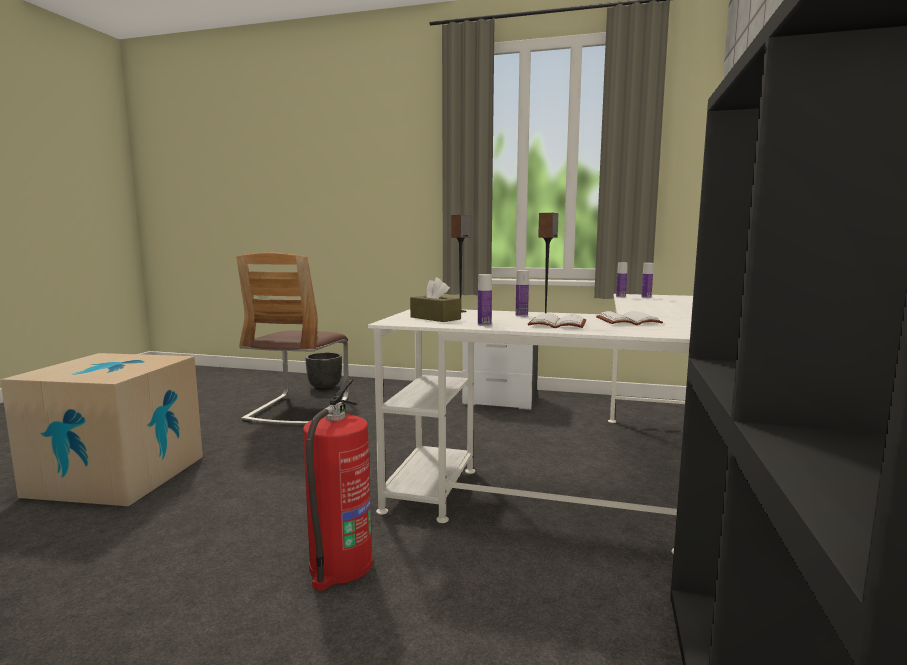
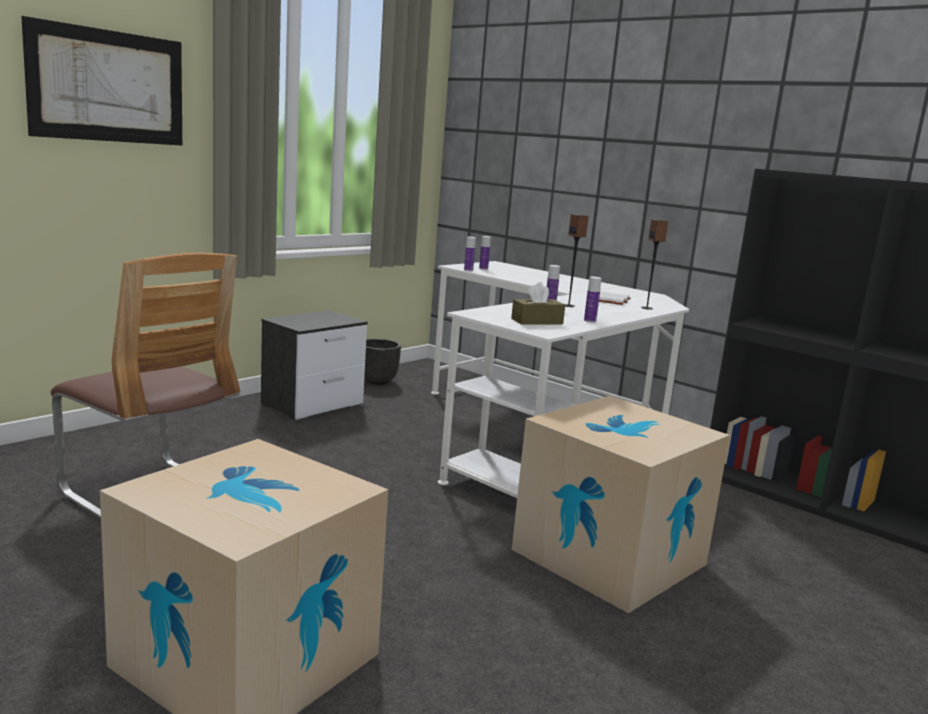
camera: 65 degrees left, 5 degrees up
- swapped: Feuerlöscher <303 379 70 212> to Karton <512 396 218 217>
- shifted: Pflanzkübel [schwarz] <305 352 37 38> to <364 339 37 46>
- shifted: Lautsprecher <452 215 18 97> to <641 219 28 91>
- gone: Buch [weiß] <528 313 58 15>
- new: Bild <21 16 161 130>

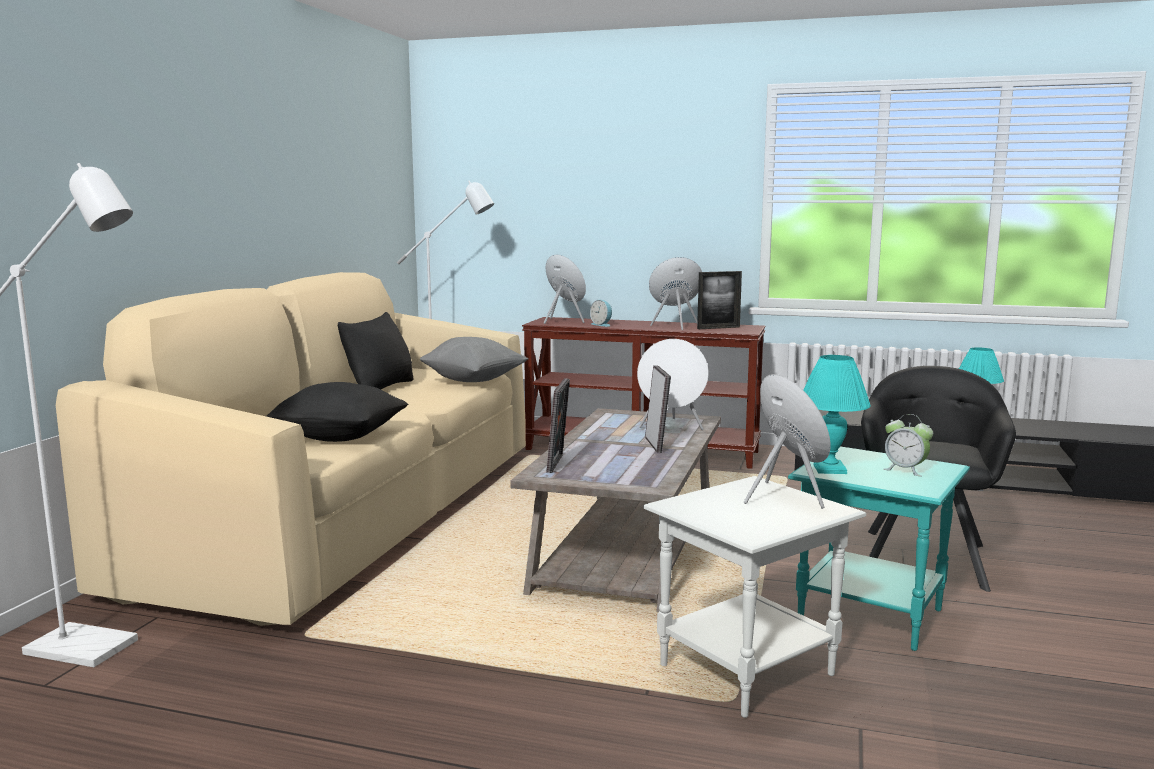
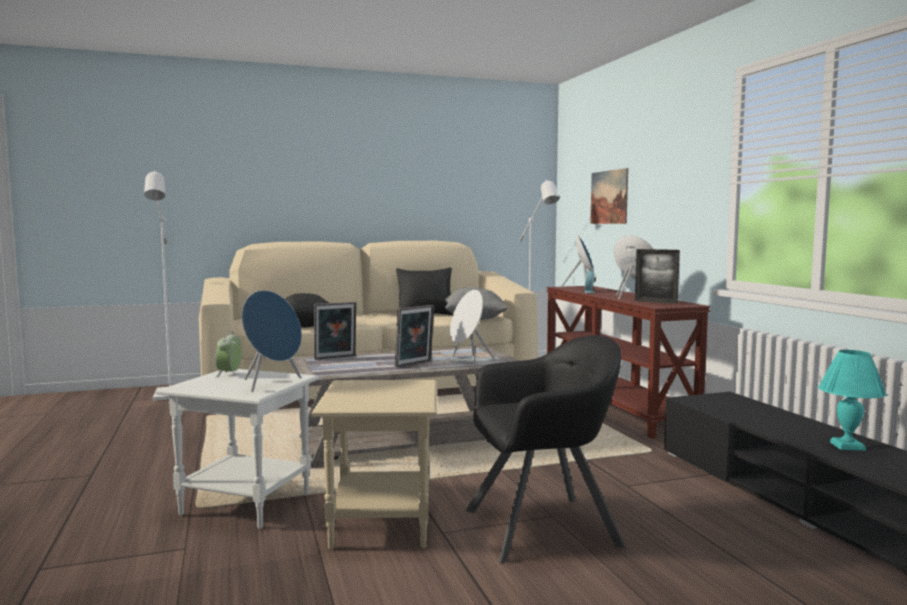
camera: 55 degrees right, 5 degrees down
- repainted: Beistelltisch [türkis] <788 446 182 205> to Beistelltisch [beige] <311 380 126 169>
- gone: Tischlampe [türkis] <803 355 68 119>
- shifted: Wecker <883 414 50 63> to <215 331 27 47>
- new: Bild <590 168 38 56>

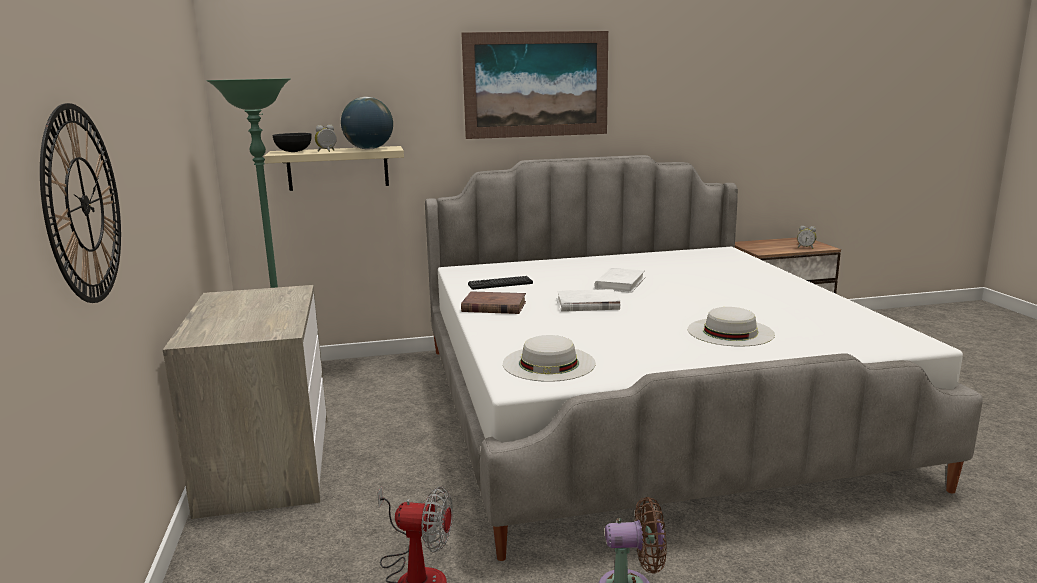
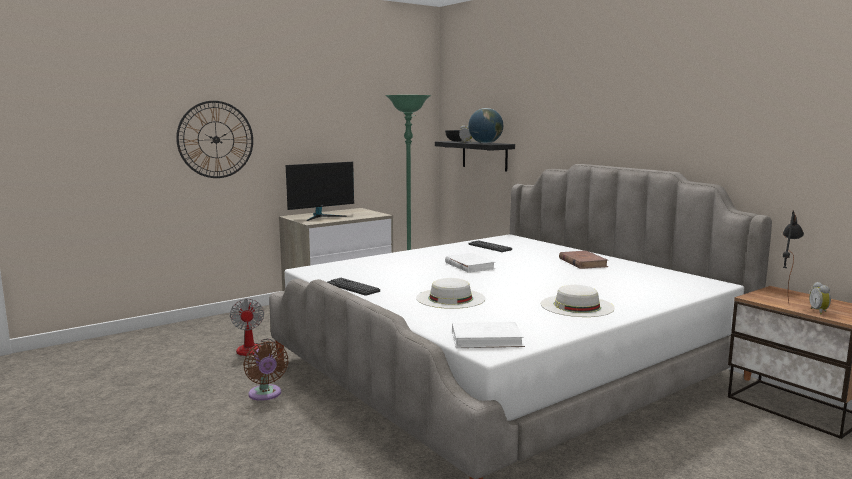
camera: 65 degrees right, 5 degrees down
- repainted: Wandregal [beige] <264 146 140 45> to Wandregal [schwarz] <435 141 80 31>
- gone: Bild <461 31 147 108>
- shifted: Buch [braun] <461 291 65 23> to <559 251 49 18>
- shifted: Hut [weiß] <503 335 93 47> to <541 285 74 32>
- shifted: Buch [weiß] <594 268 51 25> to <452 322 73 26>
- new: Monitor <286 162 68 59>
- new: Tastatur <327 278 53 18>
- new: Tischlampe [schwarz] <783 210 21 93>

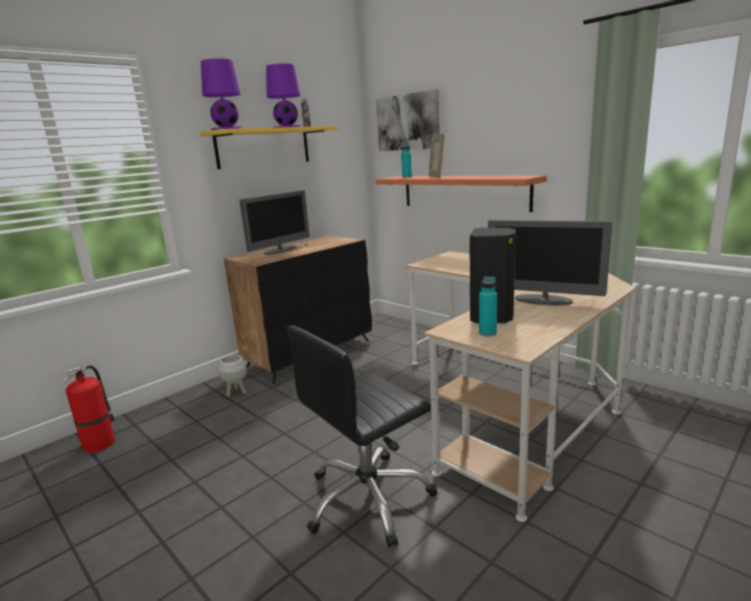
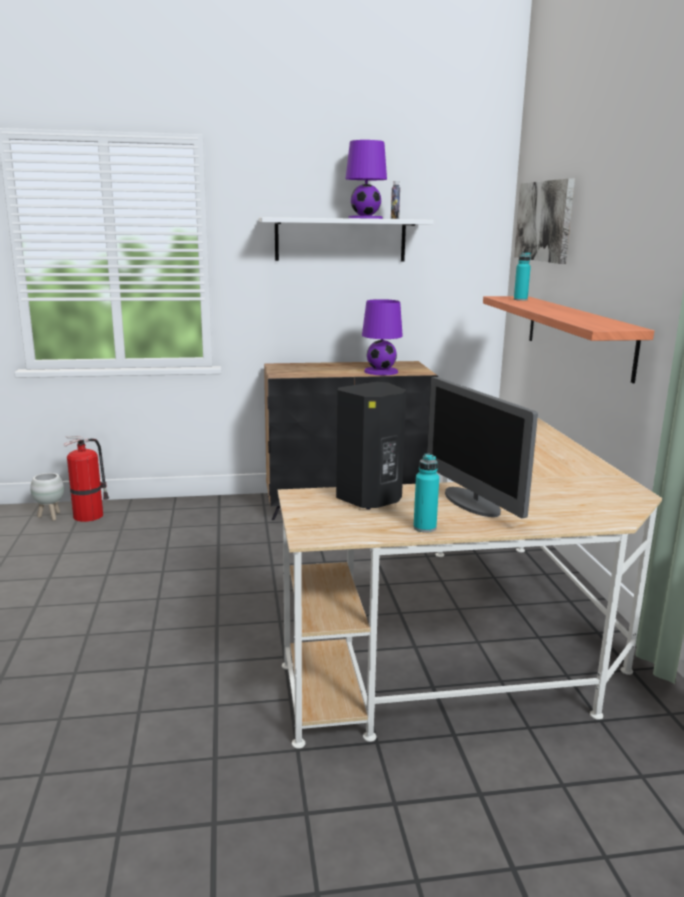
camera: 35 degrees right, 0 degrees up
- repainted: Wandregal [gelb] <199 126 139 43> to Wandregal [weiß] <259 217 175 44>
- shifted: Tischlampe [lila] <201 58 41 72> to <362 299 41 76>
- shifted: Pflanzkübel [weiß] <219 355 28 41> to <30 473 34 48>
- gone: Monitor <239 190 71 65>
- gone: Bürostuhl [schwarz] <287 325 150 223>
- gone: Bilderrahmen <429 134 16 44>
- shifted: Flasche [türkis] <479 276 18 61> to <413 453 26 80>

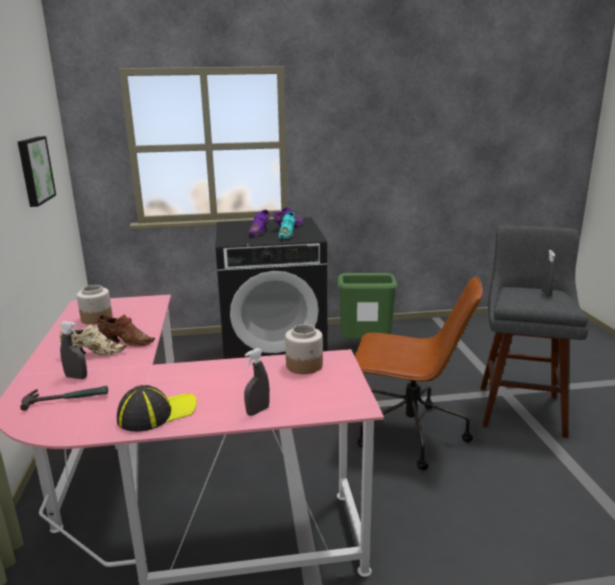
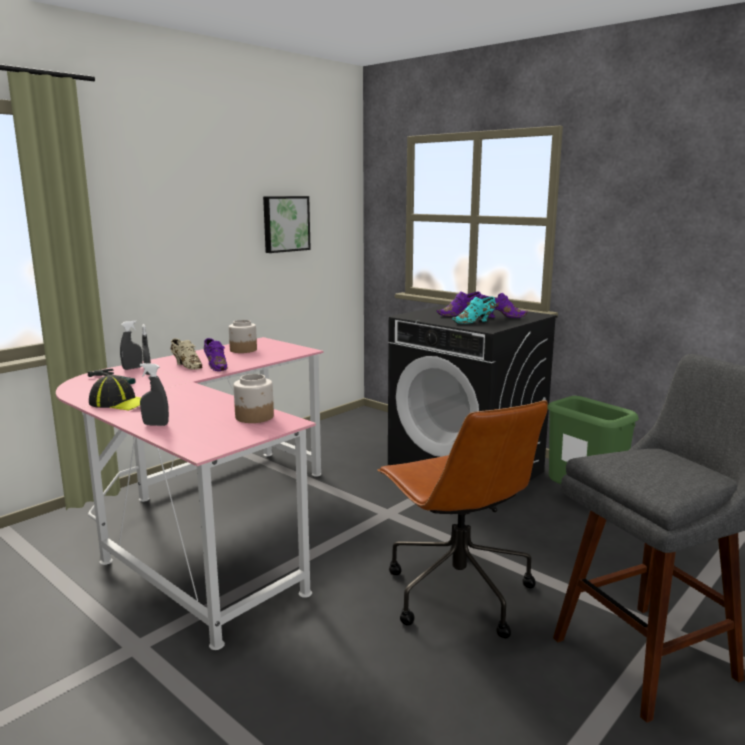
camera: 50 degrees right, 5 degrees down
- repainted: Schuh [braun] <97 315 58 32> to Schuh [lila] <204 338 24 33>
- shifted: Sprühflasche [grau] <541 250 14 47> to <120 321 23 49>

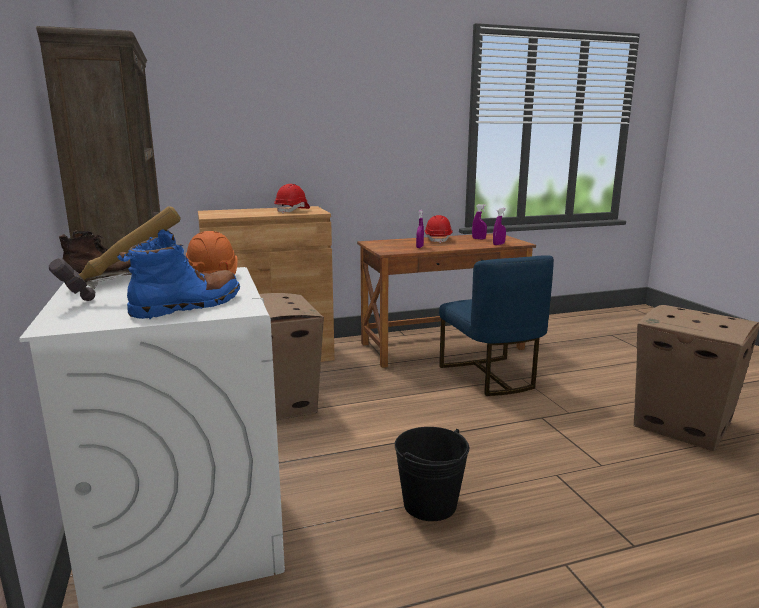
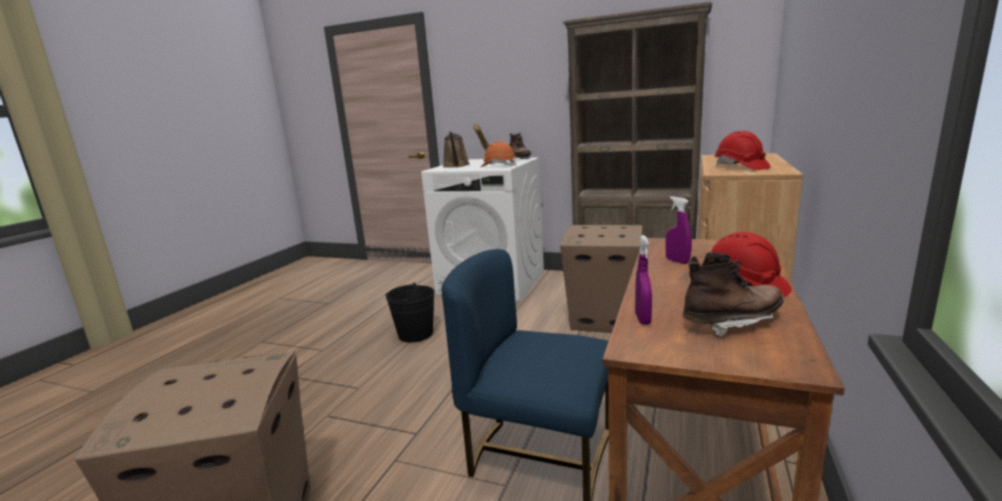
camera: 130 degrees right, 0 degrees up
- swapped: Stiefel [blau] <117 229 123 90> to Gießkanne [braun] <443 132 26 36>
- swapped: Sprühflasche [lila] <472 204 15 36> to Stiefel [braun] <683 252 101 85>

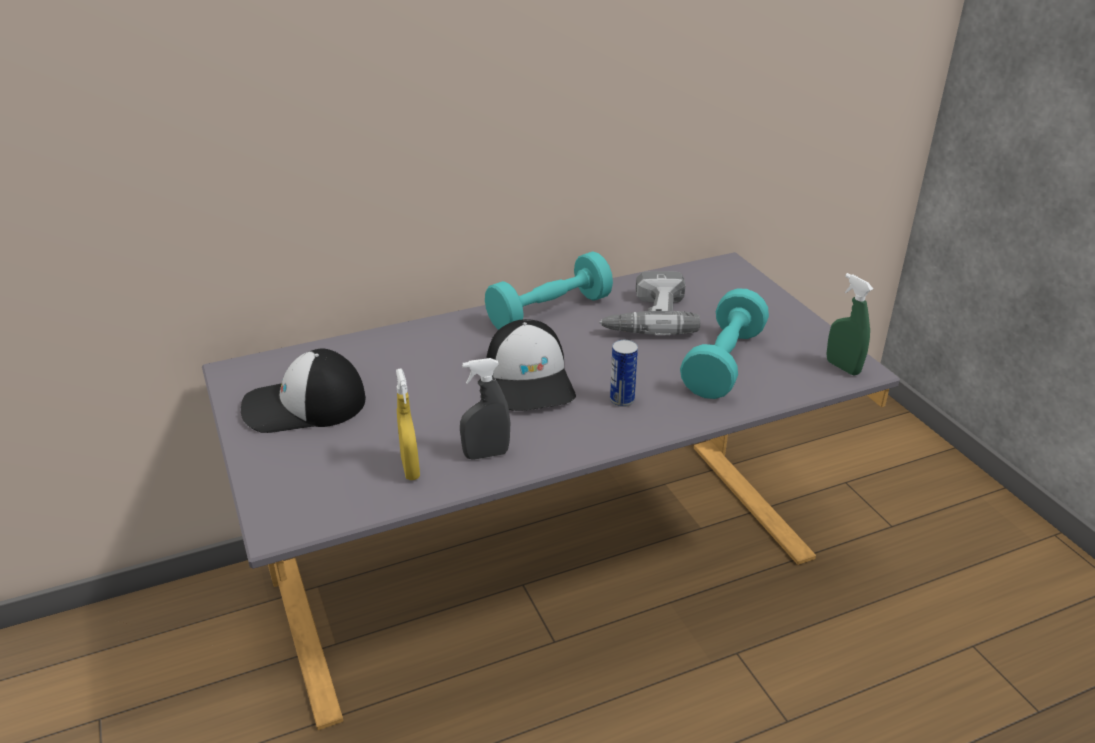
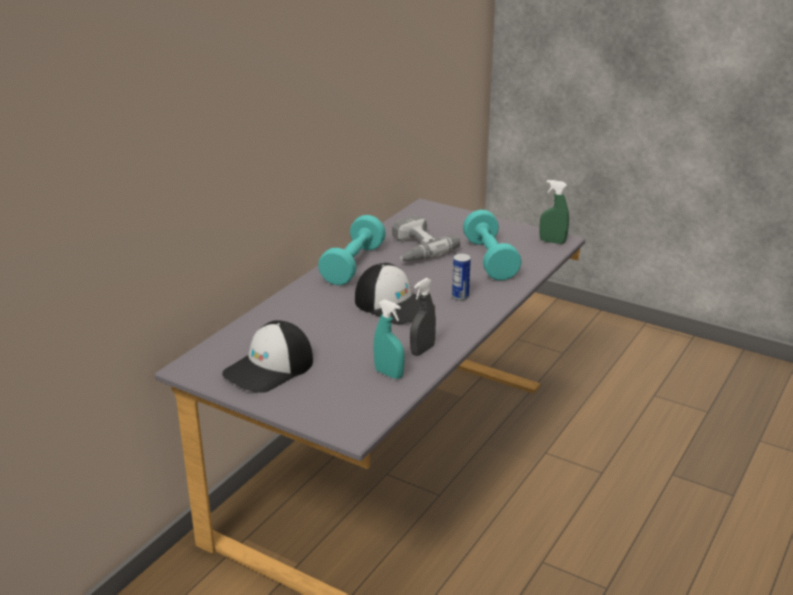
camera: 35 degrees left, 5 degrees down
- repainted: Sprühflasche [gelb] <396 368 24 112> to Sprühflasche [türkis] <373 299 32 80>

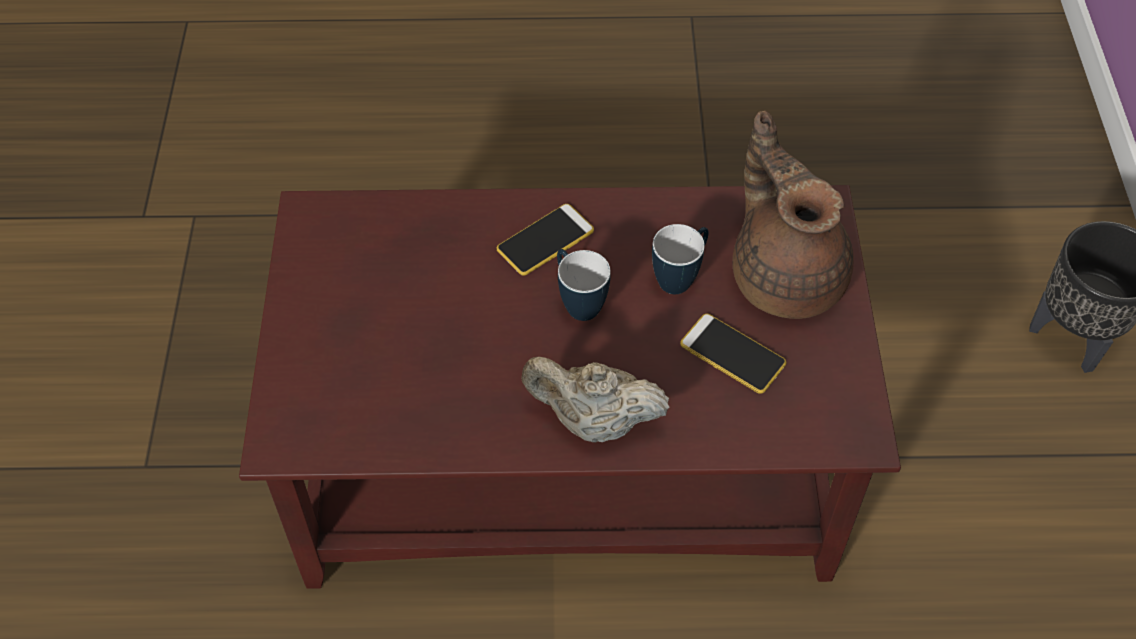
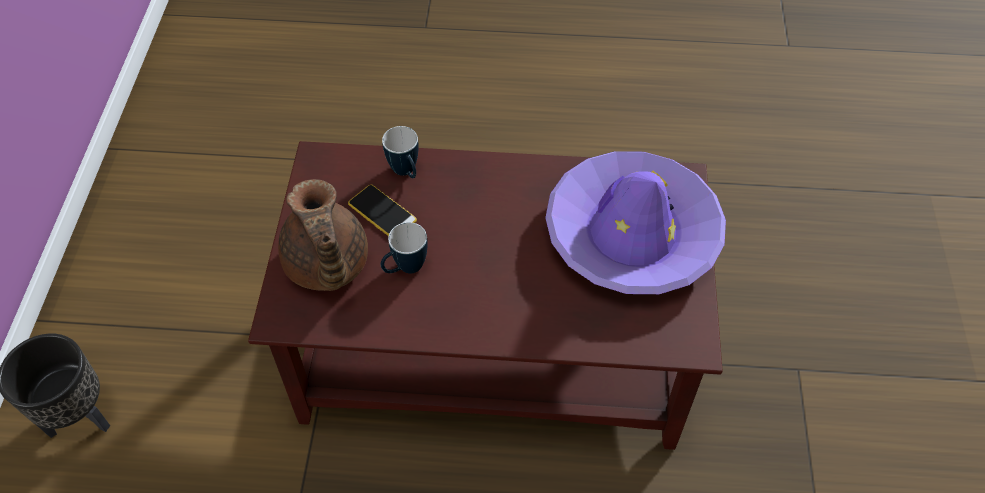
camera: 175 degrees left, 0 degrees up
- gone: Handy <496 204 98 72>
- gone: Teekanne [beige] <521 357 148 85>
- shifted: Henkelbecher <557 249 54 72> to <382 126 37 52>
- new: Hut [lila] <545 151 181 143>

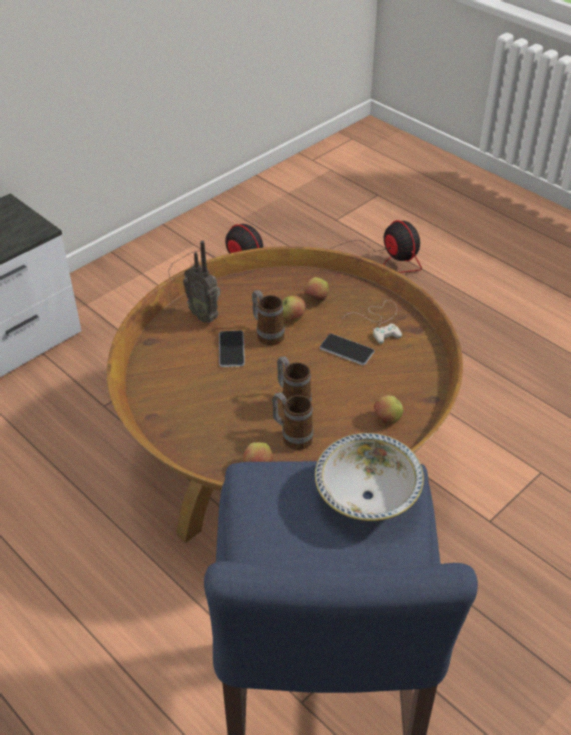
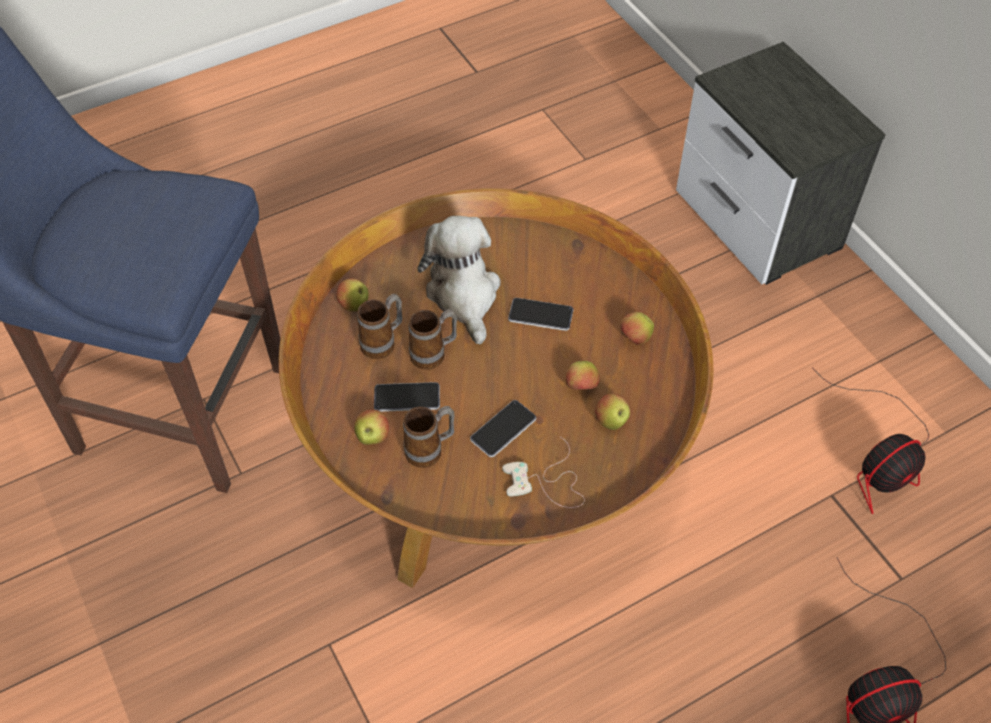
camera: 105 degrees right, 10 degrees up
- gone: Radio <183 241 38 82>
- shifted: Henkelbecher <252 290 33 56> to <403 406 51 62>
- gone: Schüssel <315 433 109 88>
- new: Handy <374 382 66 30>
- new: Plüschtier <417 216 84 128>
- new: Apfel <620 312 34 33>

